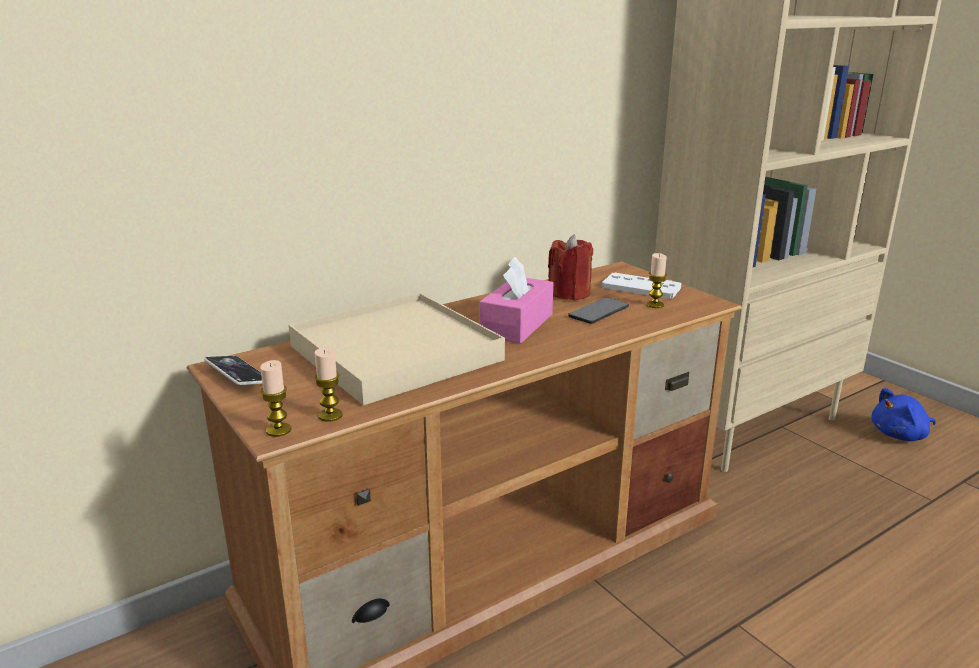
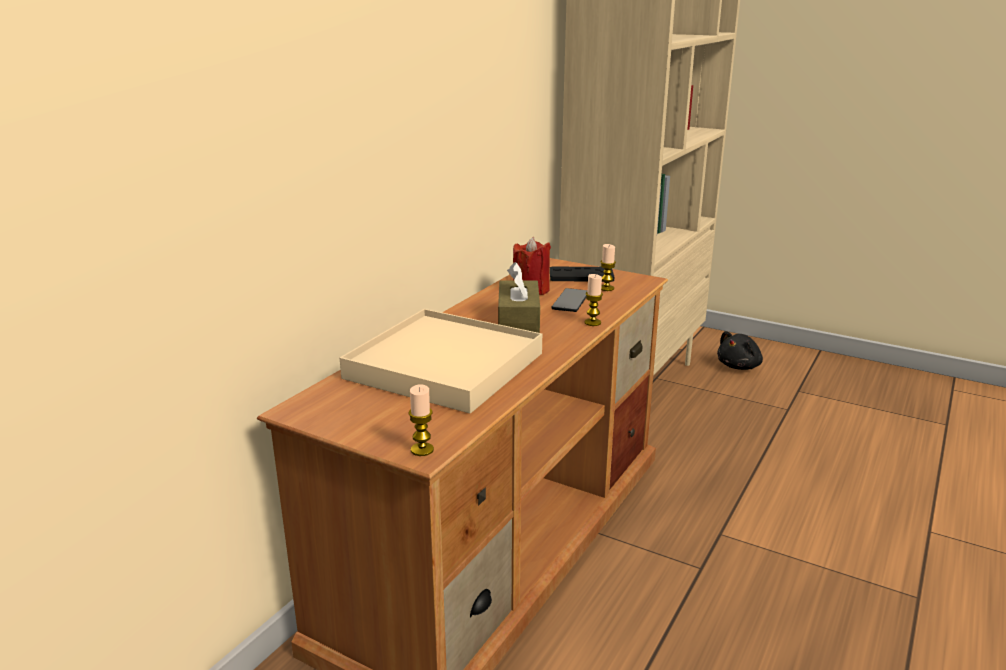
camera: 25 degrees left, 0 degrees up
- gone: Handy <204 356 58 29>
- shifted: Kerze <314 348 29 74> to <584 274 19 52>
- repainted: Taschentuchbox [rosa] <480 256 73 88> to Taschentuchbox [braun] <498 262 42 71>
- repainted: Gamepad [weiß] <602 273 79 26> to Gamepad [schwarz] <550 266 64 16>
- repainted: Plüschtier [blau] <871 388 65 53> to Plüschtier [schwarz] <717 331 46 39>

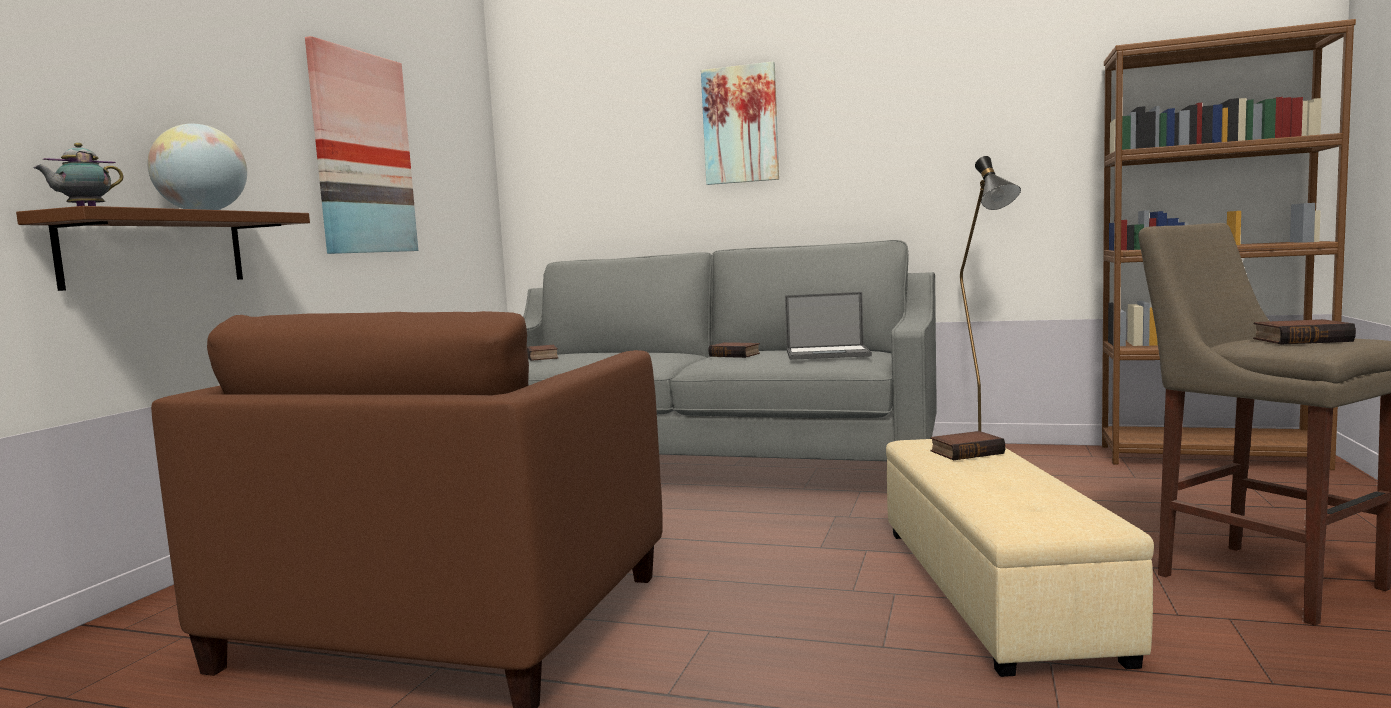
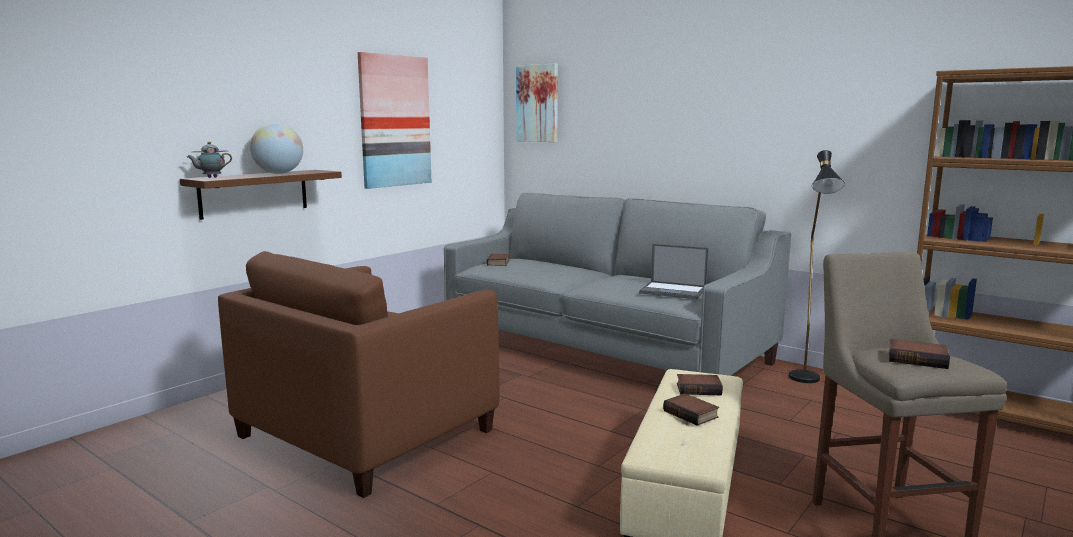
camera: 20 degrees right, 5 degrees up
- shifted: Bild <701 61 78 124> to <516 63 42 79>
- shifted: Buch <708 342 52 16> to <663 393 56 33>

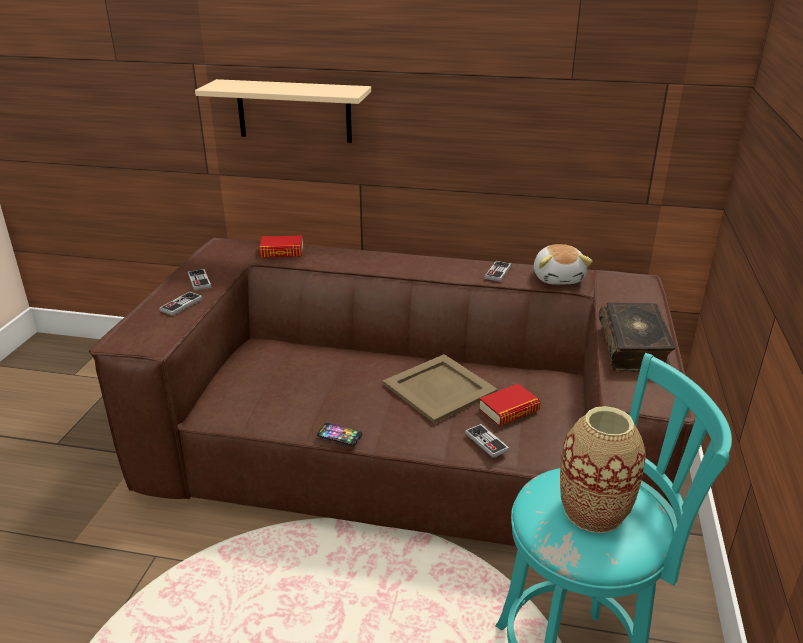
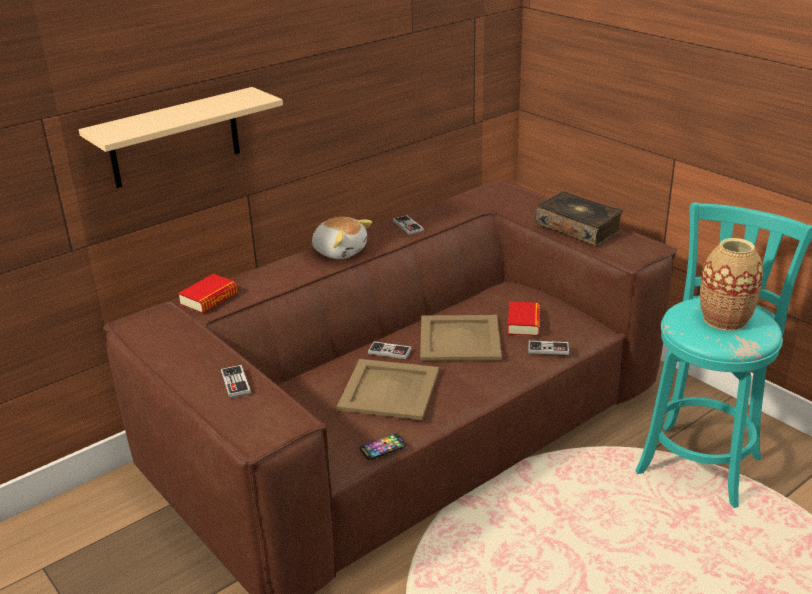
camera: 50 degrees left, 0 degrees up
- shifted: Gamepad <188 269 23 22> to <368 341 44 18>
- shifted: Handy <317 423 45 23> to <359 433 47 27>
- shifted: Plüschtier <534 244 58 41> to <312 217 60 42>
- new: Tablett [beige] <337 359 102 61>

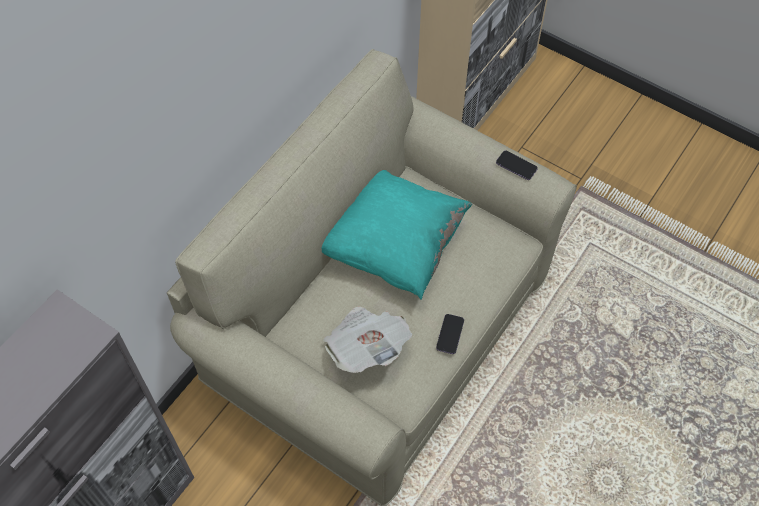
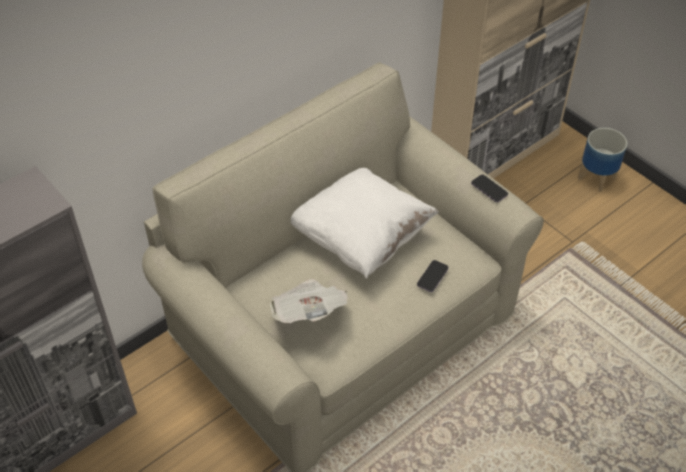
camera: 15 degrees right, 10 degrees down
- repainted: Kissen [türkis] <322 170 150 129> to Kissen [weiß] <291 168 148 110>
- shifted: Handy <436 314 28 40> to <417 260 32 32>
- new: Pflanzkübel <578 128 49 64>

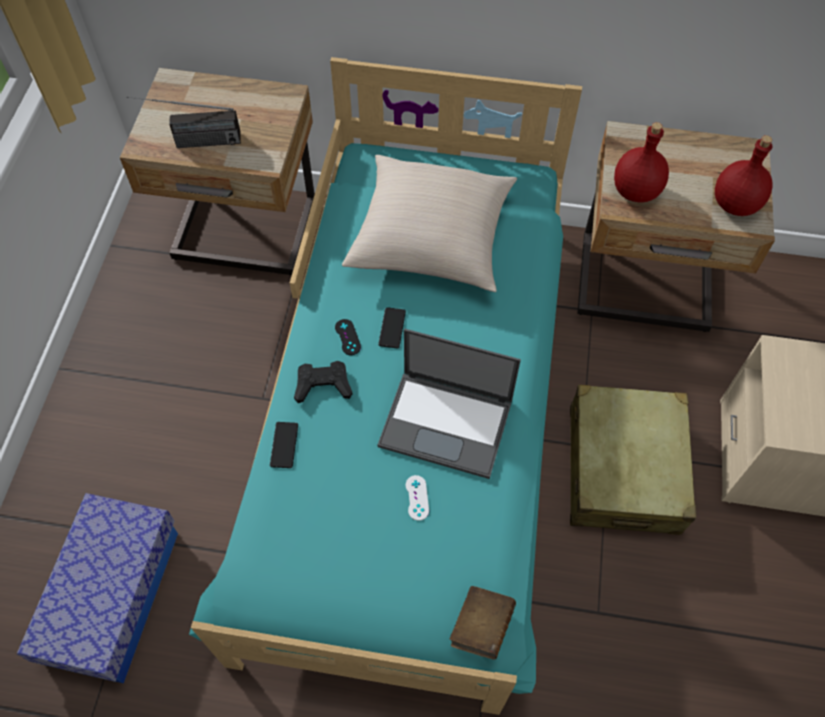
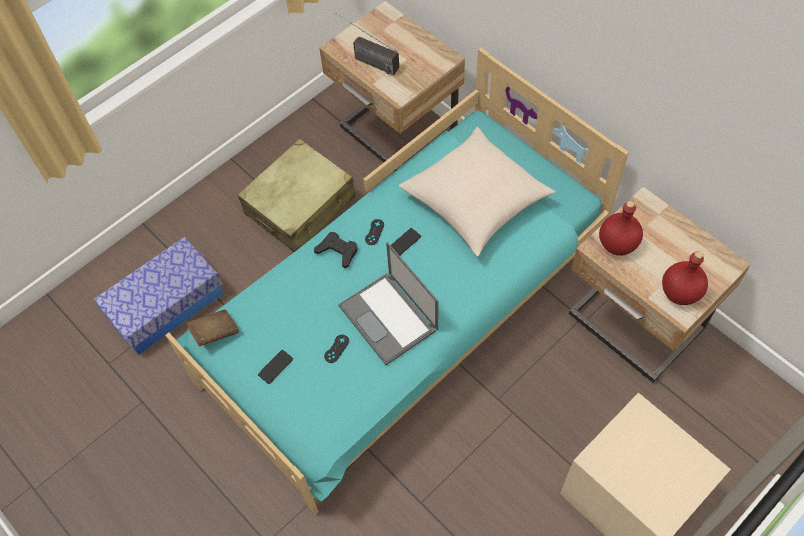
camera: 40 degrees right, 0 degrees up
- shifted: Handy <270 422 28 46> to <258 350 35 34>
- repainted: Gamepad [weiß] <406 475 23 46> to Gamepad [schwarz] <324 335 25 28>
- shifted: Buch [braun] <449 586 67 74> to <187 309 52 38>
- shifted: Koffer [beige] <570 385 126 150> to <238 139 118 113>

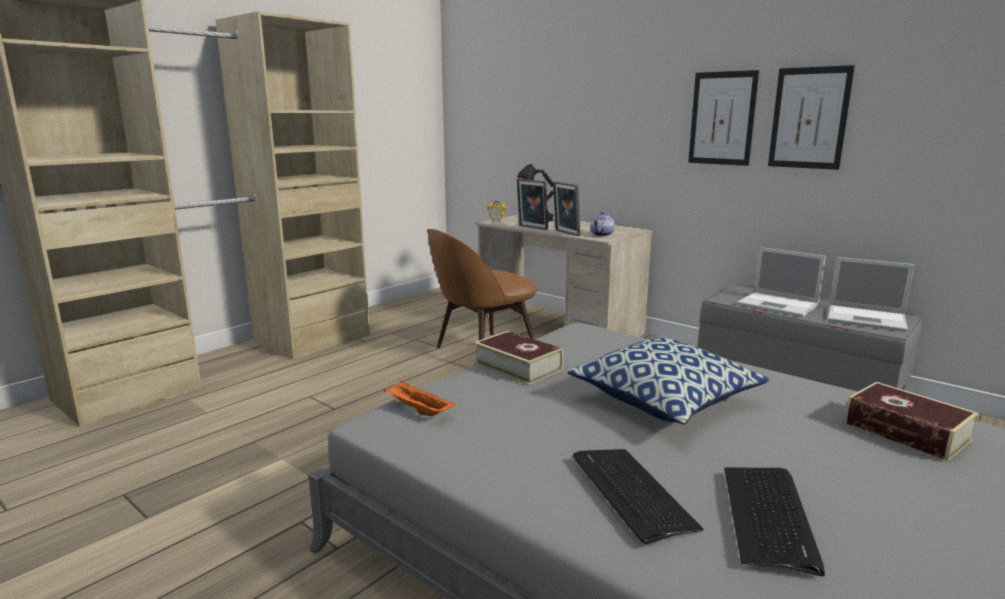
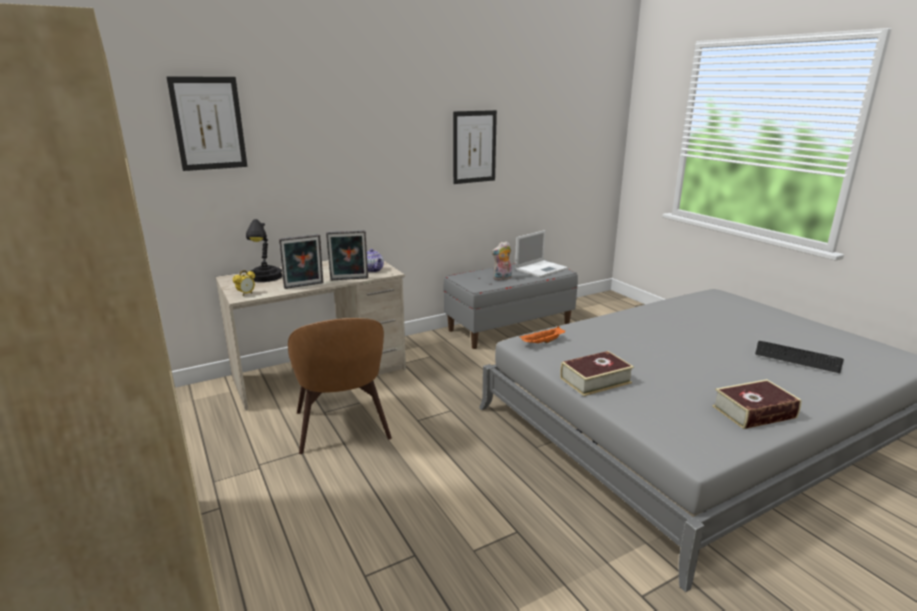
camera: 70 degrees left, 5 degrees up
- shifted: Tablett [orange] <384 380 72 36> to <520 326 45 17>
- gone: Kissen <567 337 203 87>
- gone: Tastatur <573 449 130 95>
- shifted: Bild <688 70 71 96> to <167 77 81 94>
- swapped: Laptop <737 247 89 70> to Plüschtier <491 241 21 39>
- shifted: Buch <845 382 134 79> to <712 379 90 50>

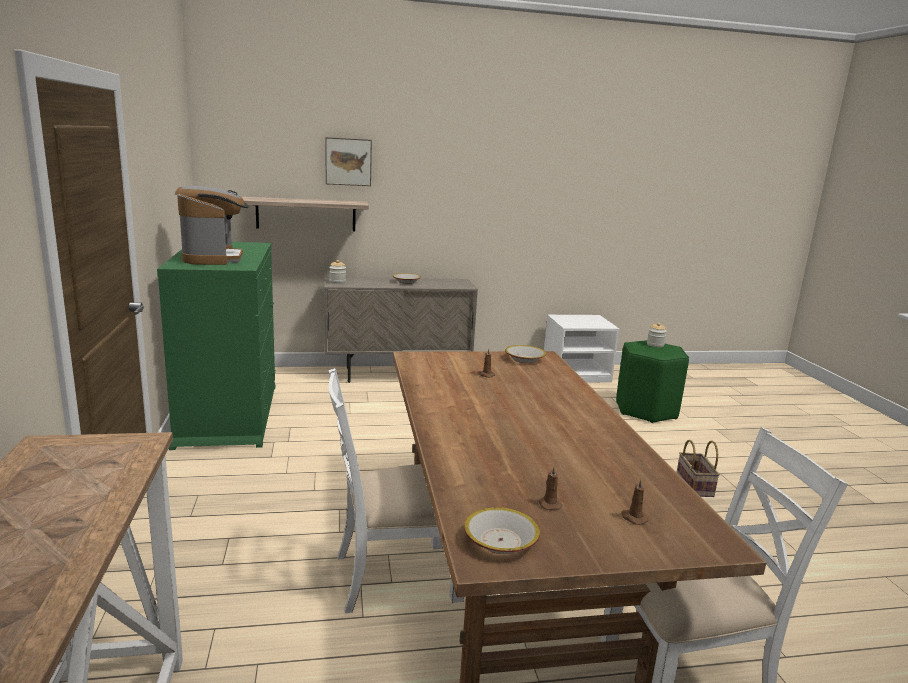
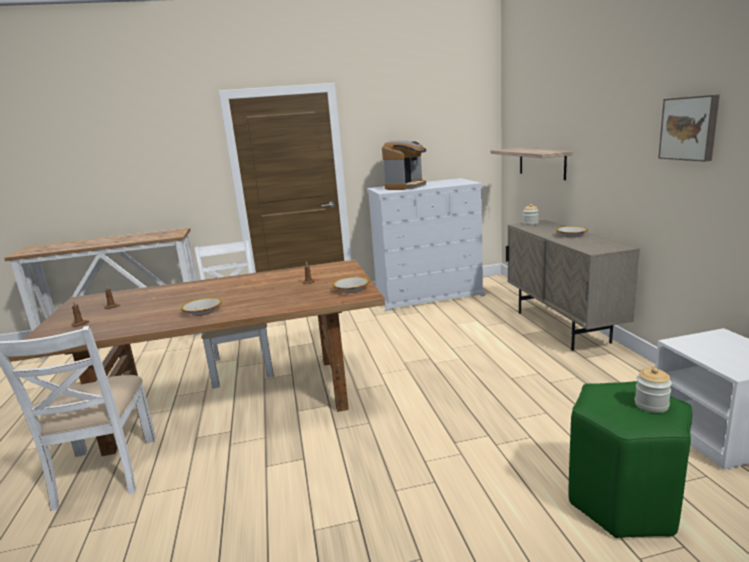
camera: 90 degrees right, 0 degrees up
- repainted: Kommode [grün] <157 242 119 208> to Kommode [weiß] <367 178 118 133>
- rotated: Kaffeemaschine <175 186 74 79> = <382 141 44 49> 45 degrees counterclockwise
- shifted: Bild <326 137 46 49> to <658 94 62 68>
- shifted: Schüssel <464 507 76 47> to <181 298 41 18>
- gone: Korb <677 440 43 57>

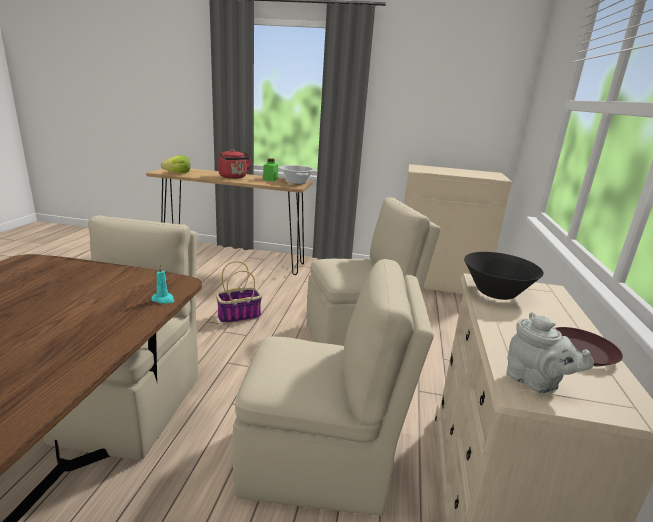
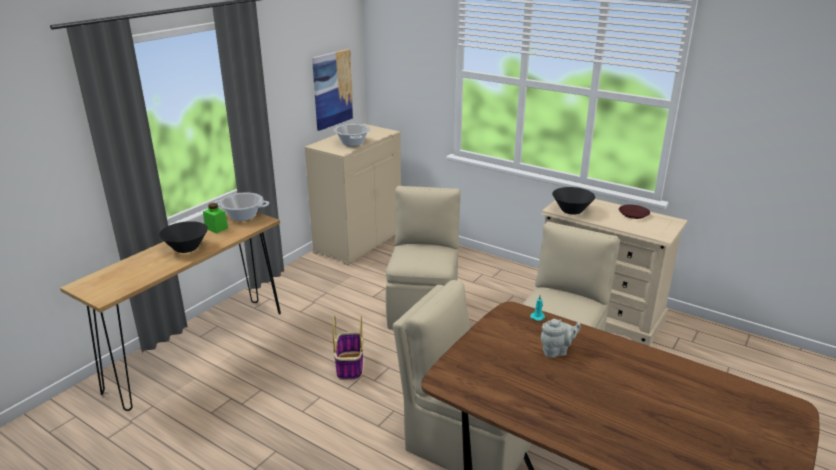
camera: 65 degrees left, 5 degrees up
- gone: Salatkopf <161 155 29 18>
- swapped: Wasserkessel [rot] <218 149 34 30> to Schüssel [schwarz] <159 221 49 32>
- shifted: Teekanne [grau] <507 312 87 81> to <541 319 40 39>
- new: Bild <312 49 42 82>
- new: Kochtopf <334 124 37 22>

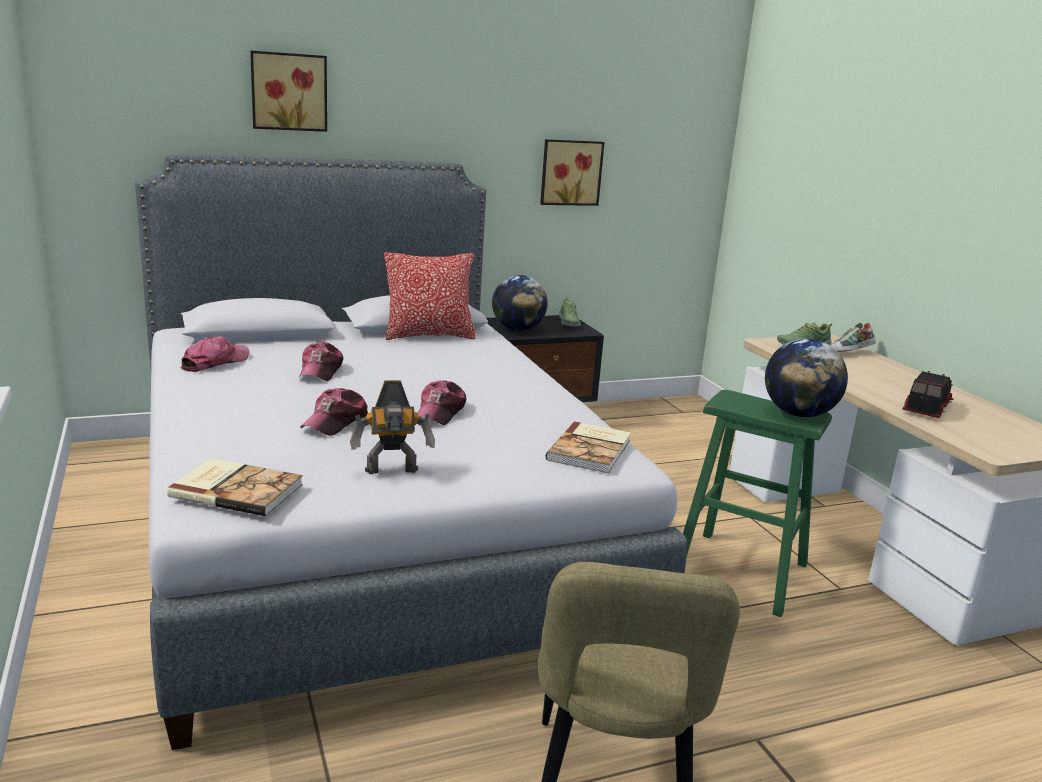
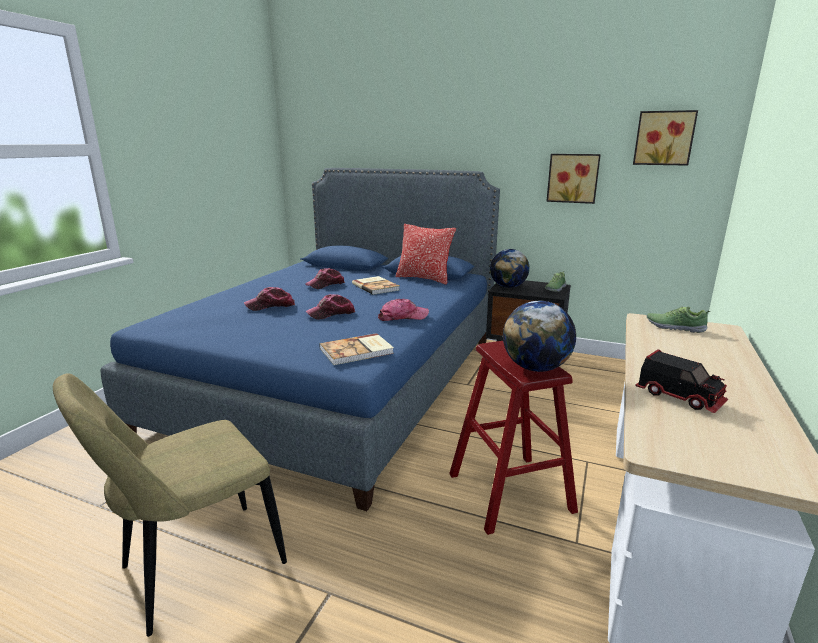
camera: 45 degrees right, 0 degrees up
- repainted: Bett [grau] <135 155 552 595> to Bett [blau] <100 168 400 343>
- shifted: Buch <167 458 136 58> to <352 276 47 19>
- shifted: Kappe <180 336 70 36> to <378 299 51 22>
- shifted: Bild <250 50 77 82> to <633 110 65 56>
- gone: Spielzeugroboter <350 380 85 94>
- repainted: Hocker [grün] <683 389 149 228> to Hocker [rot] <449 341 129 194>
- gone: Schuh <830 323 46 30>
- rotated: Spielzeuglaster <902 371 52 47> = <636 350 92 63> 60 degrees clockwise

